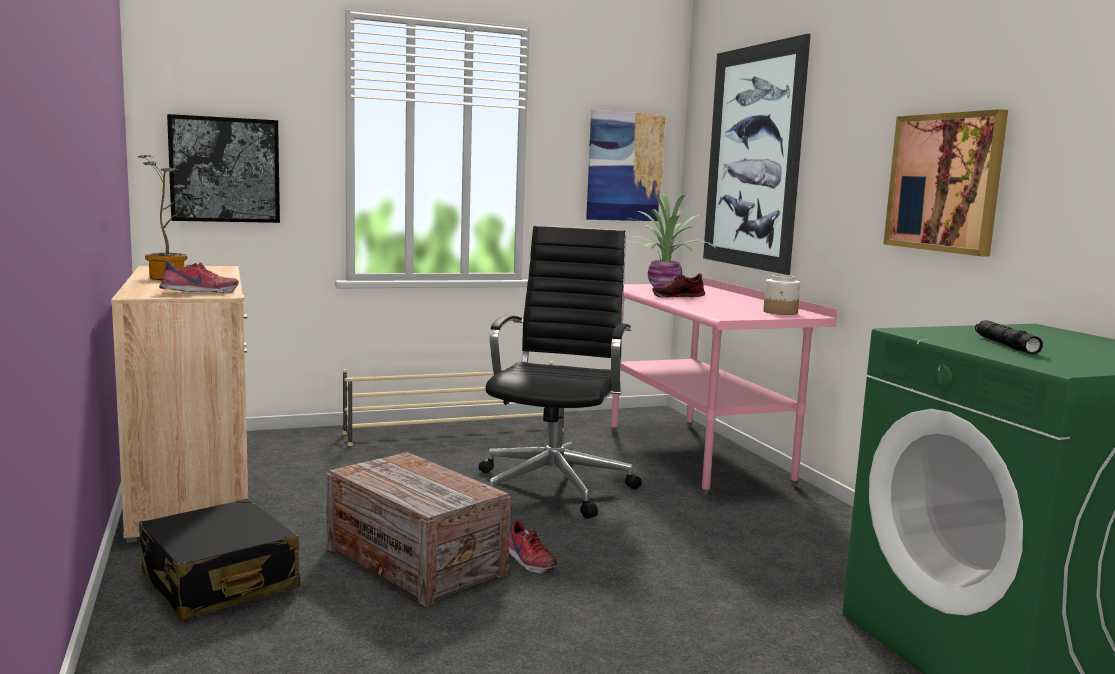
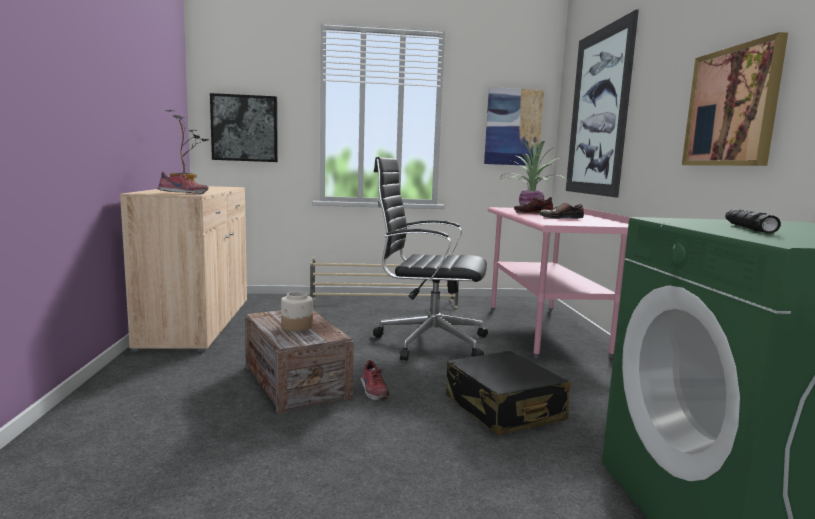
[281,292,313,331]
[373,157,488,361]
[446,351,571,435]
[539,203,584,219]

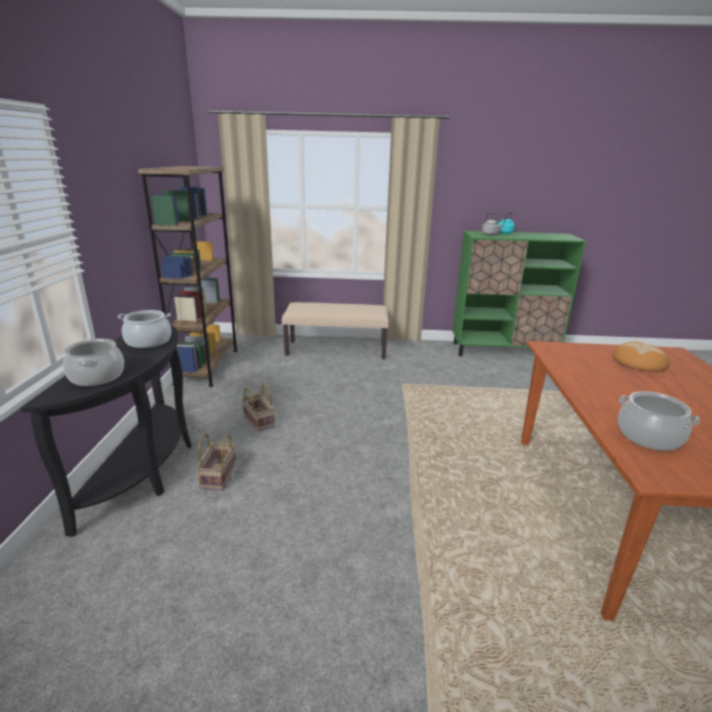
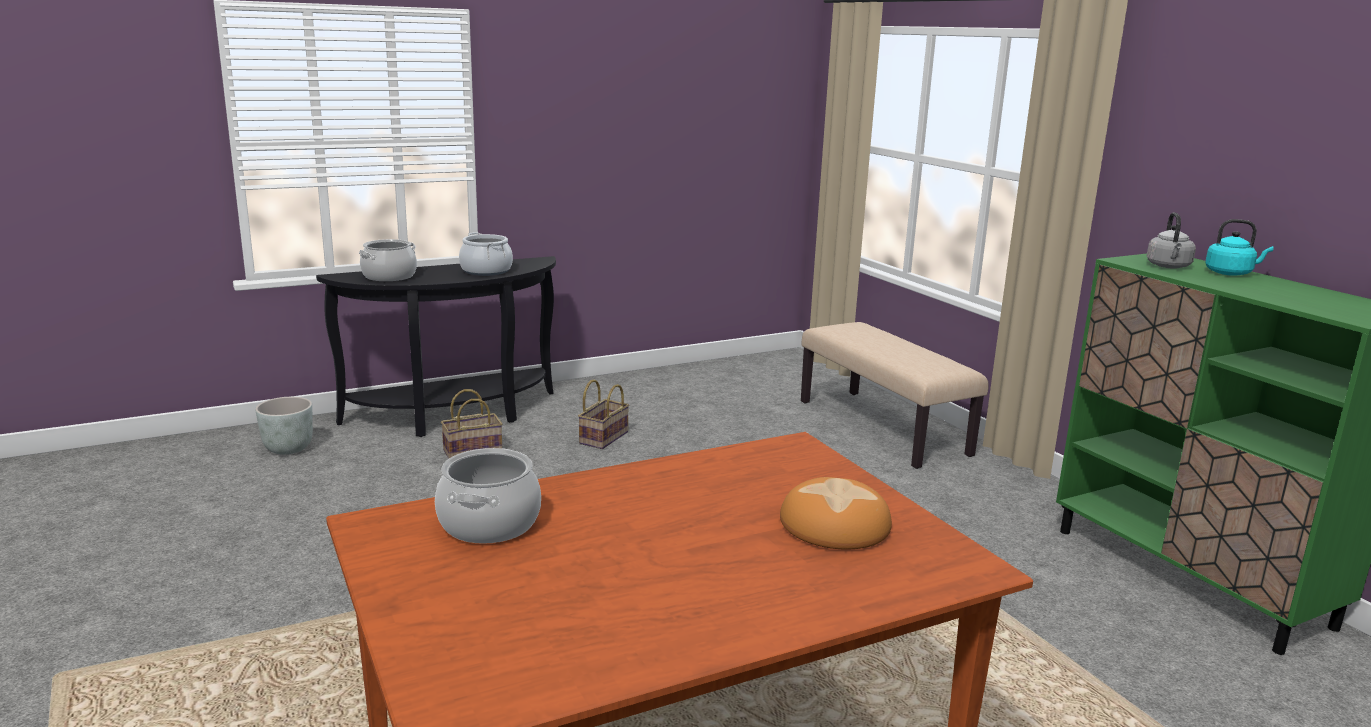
[255,397,313,455]
[138,166,238,387] (first image)

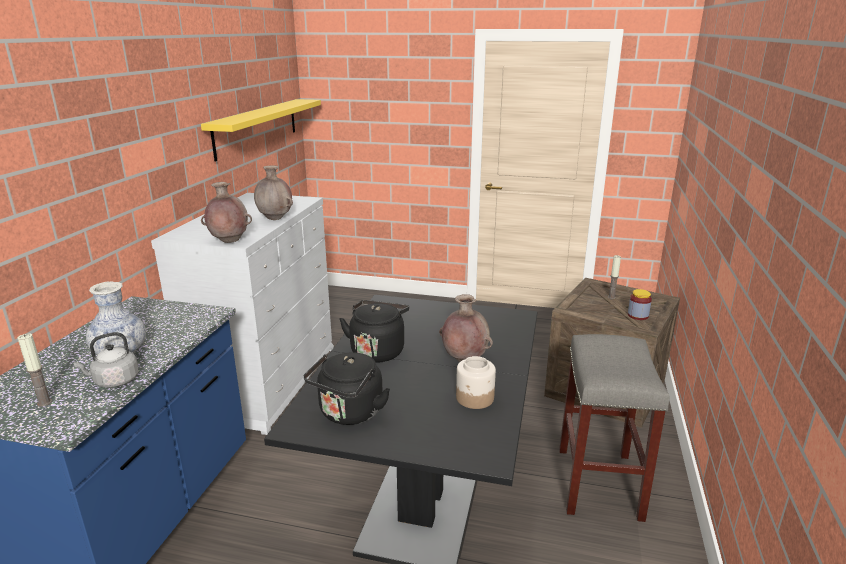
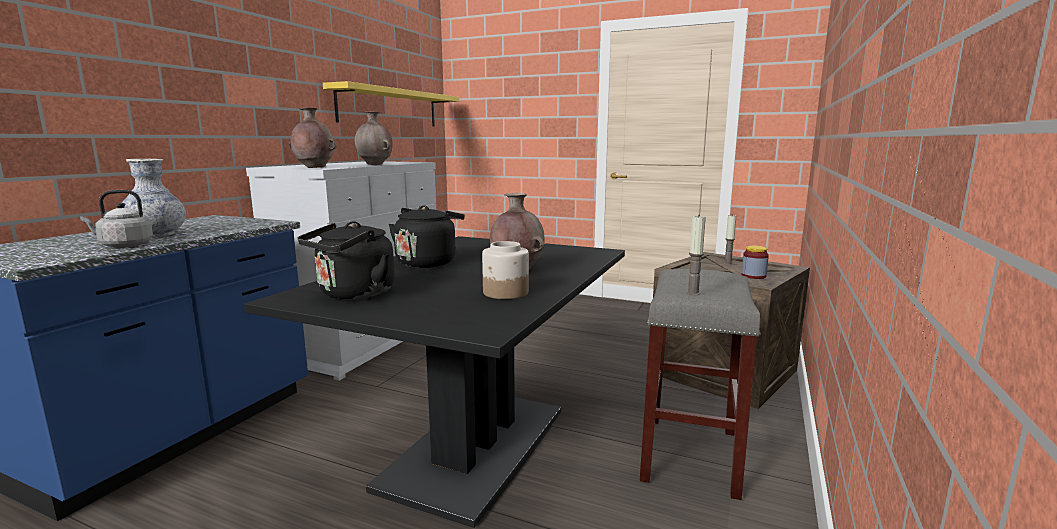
[686,214,706,295]

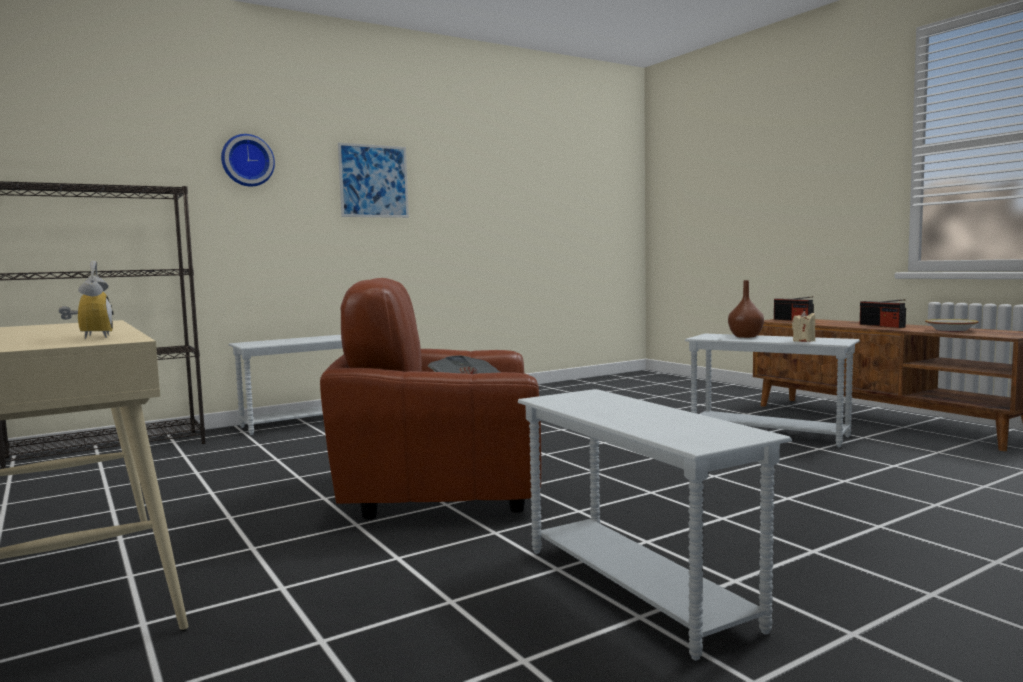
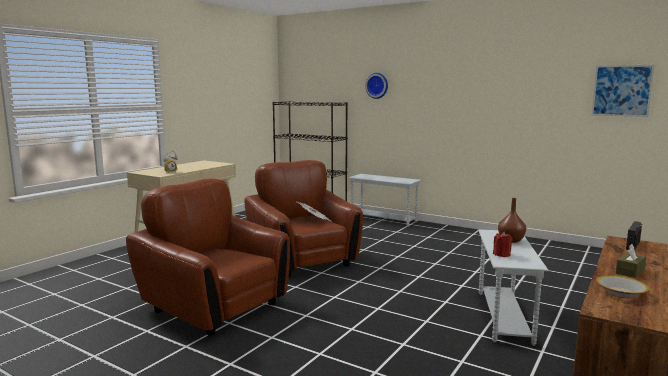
[126,179,290,336]
[493,232,512,257]
[591,65,655,117]
[616,244,646,278]

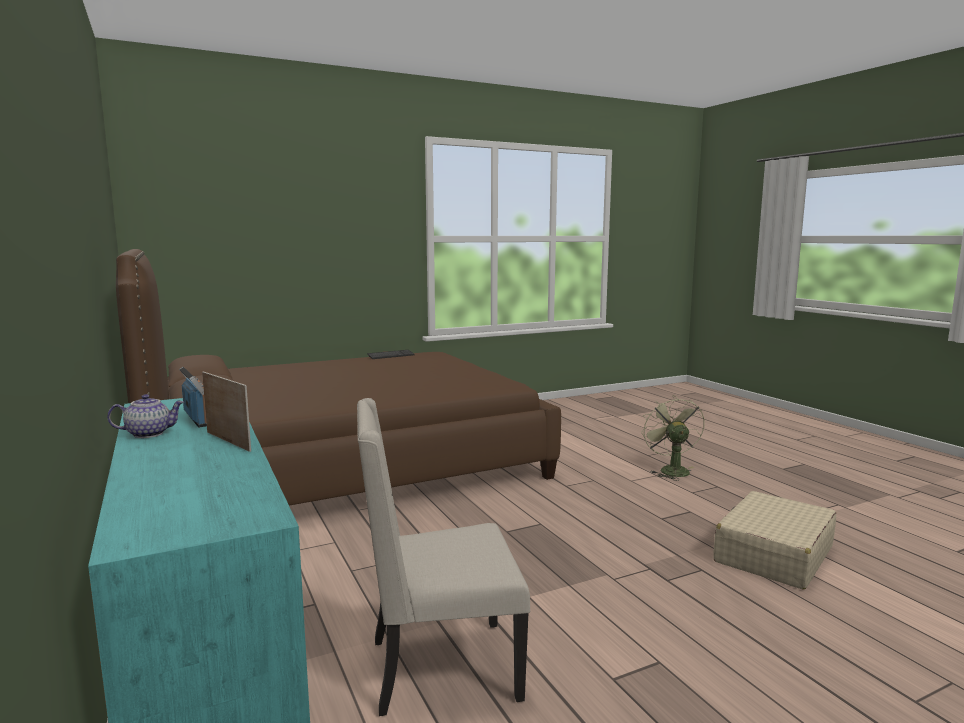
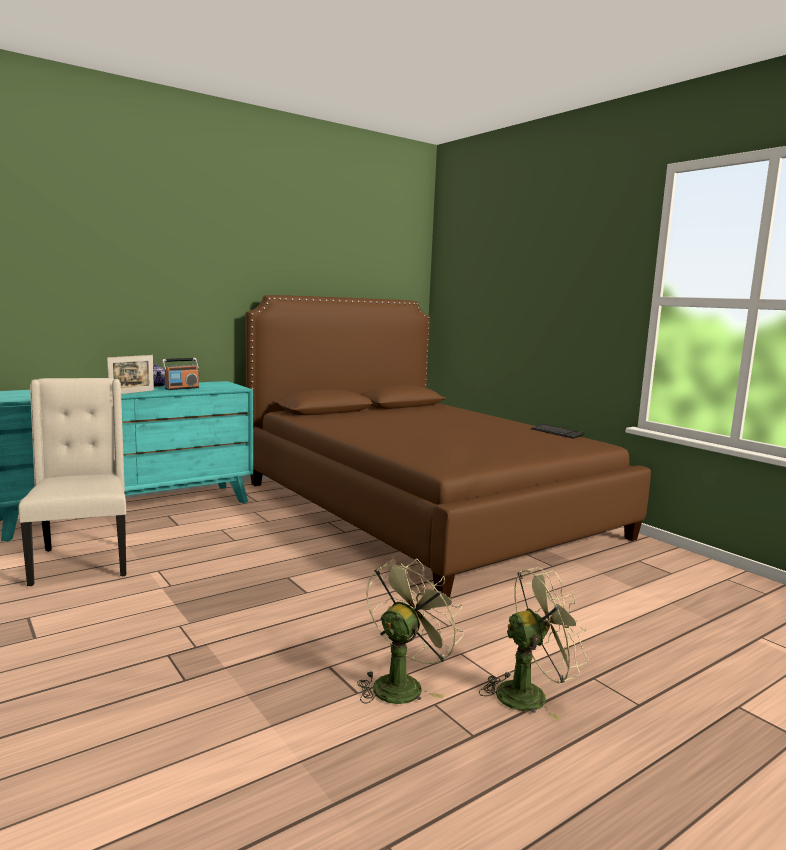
[357,558,464,704]
[714,491,836,589] (first image)

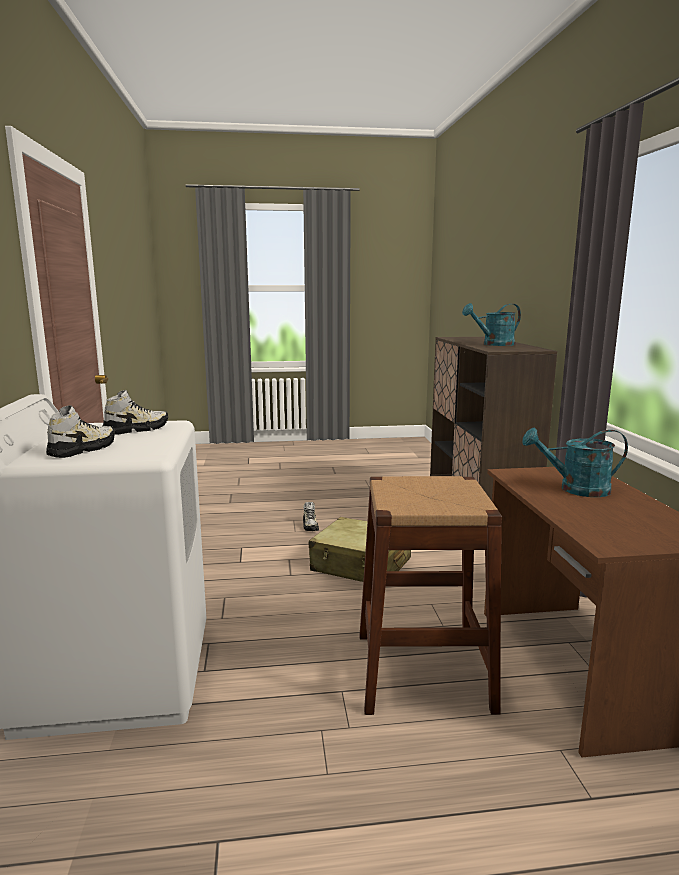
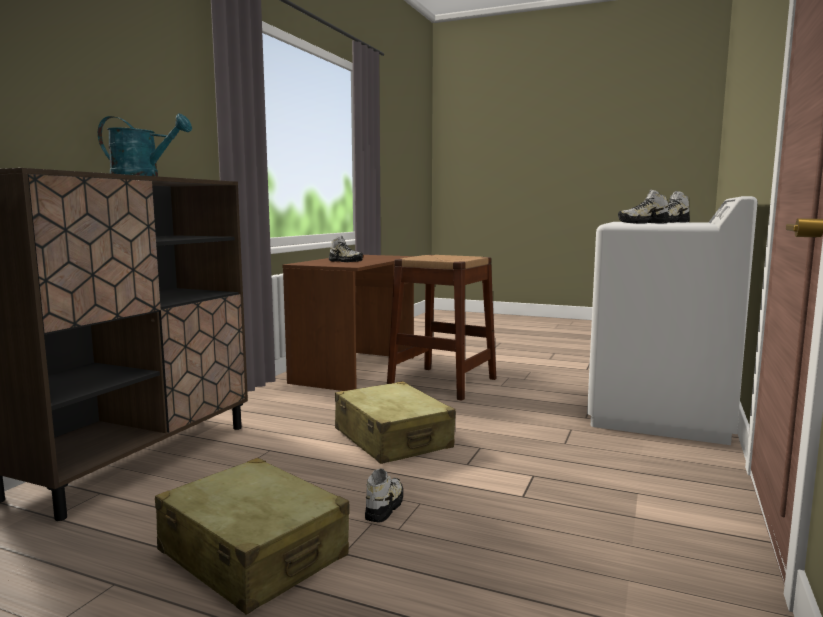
[155,458,350,615]
[329,236,363,262]

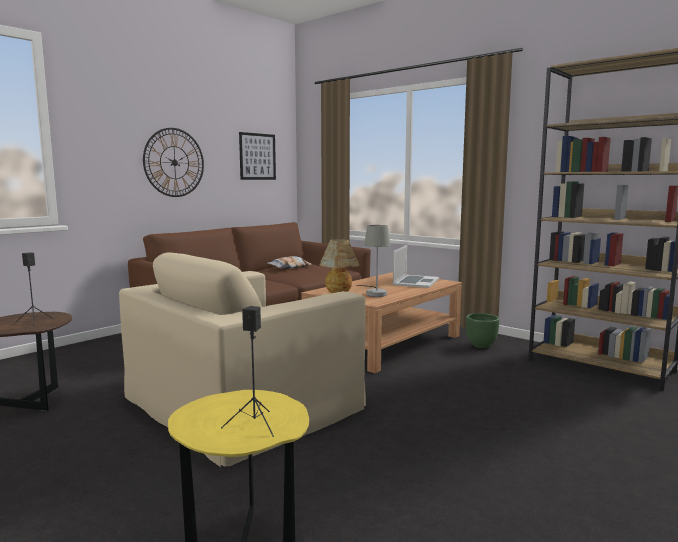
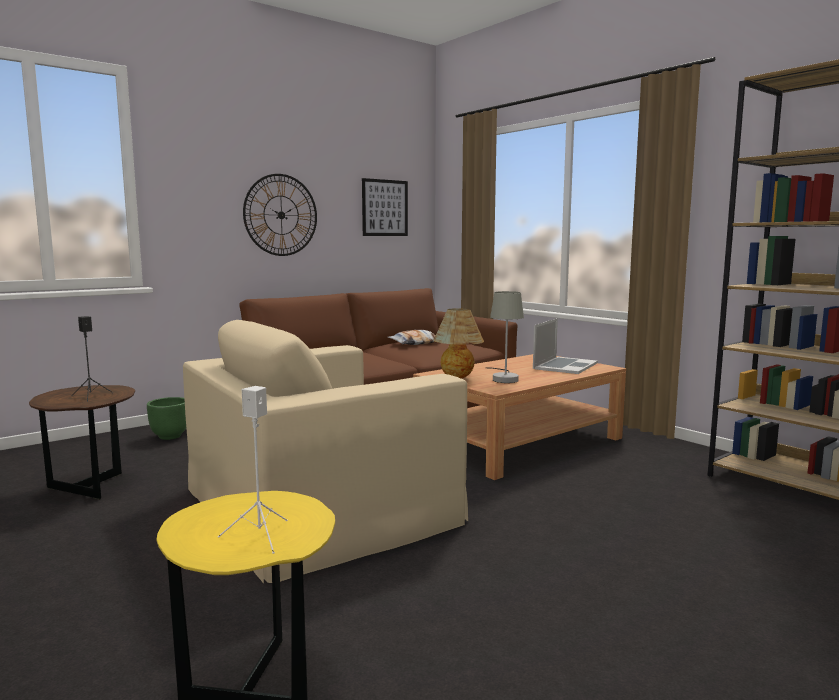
[147,397,186,440]
[218,386,288,554]

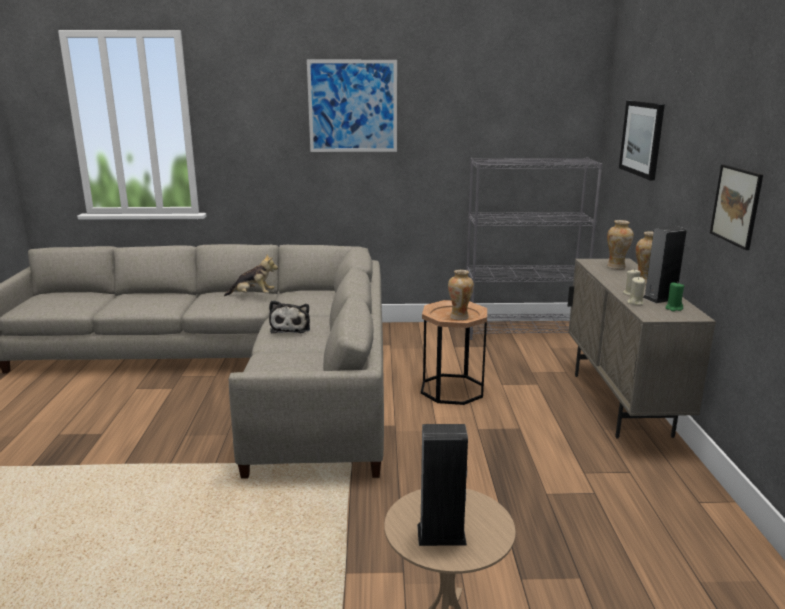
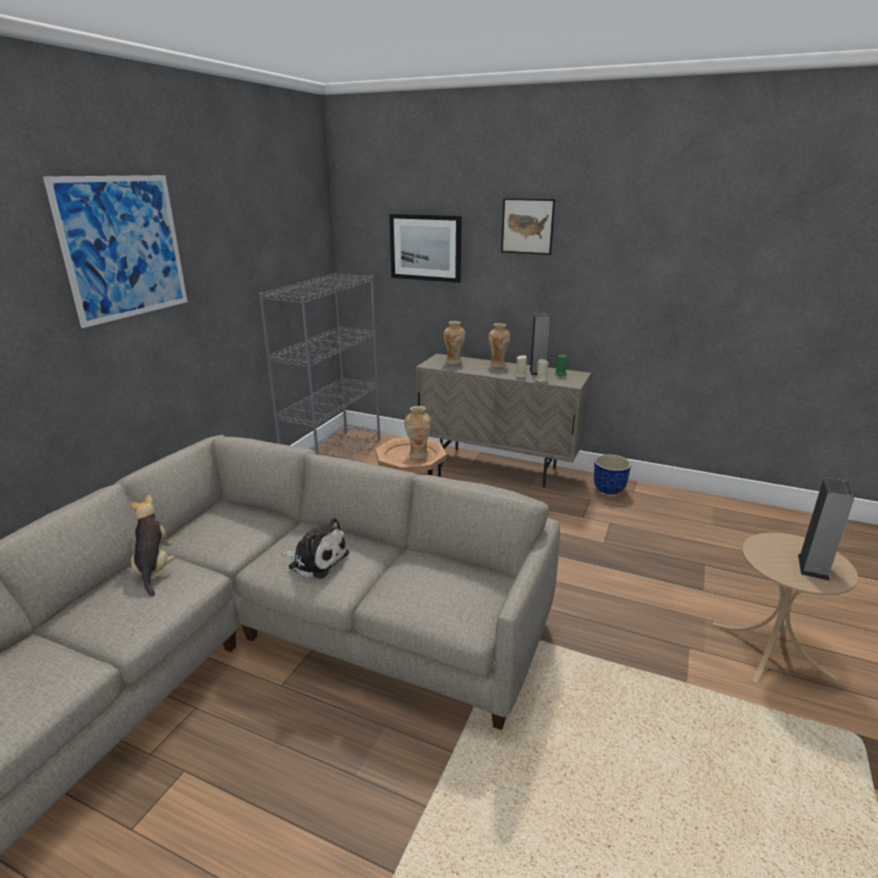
[130,495,175,597]
[501,198,555,255]
[594,454,631,494]

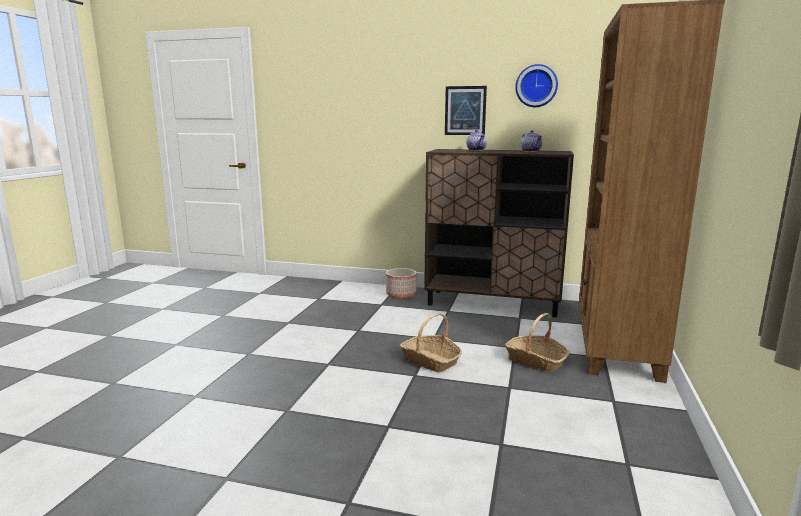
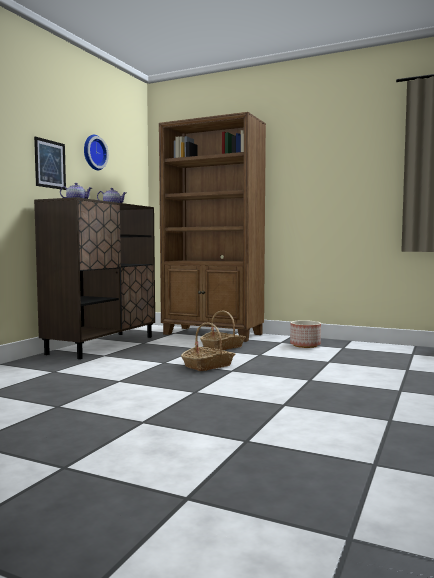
[290,320,321,348]

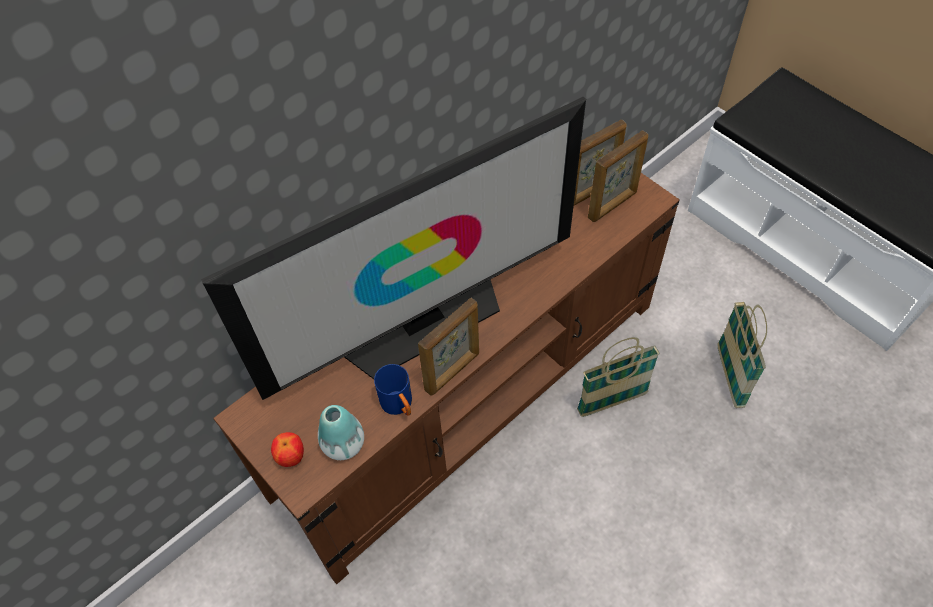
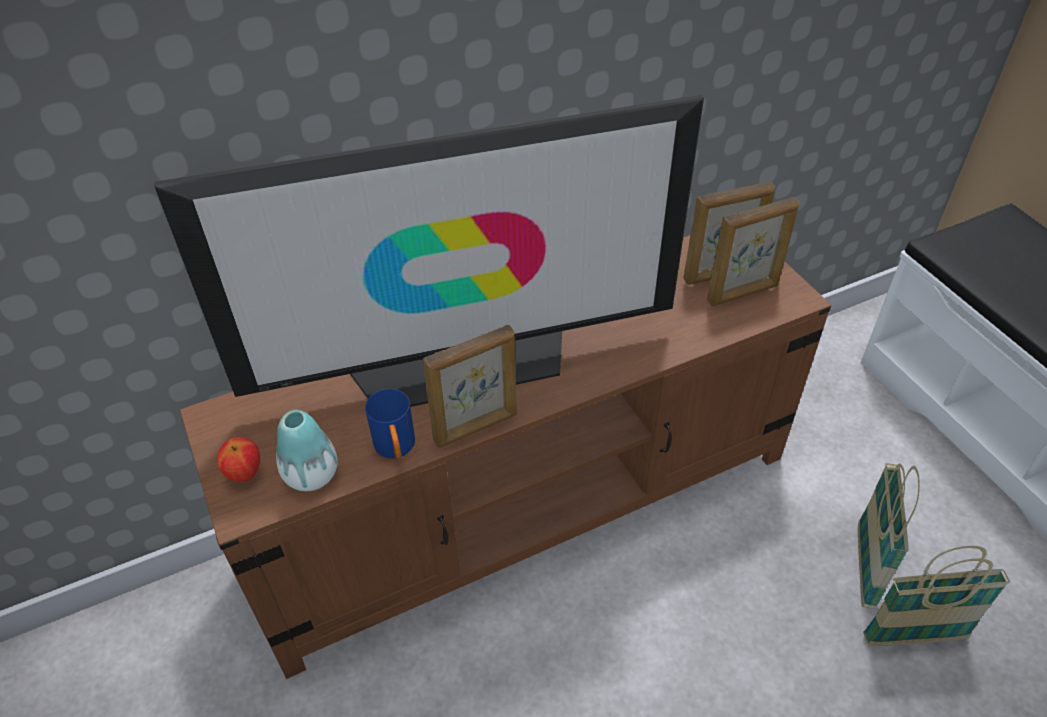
[863,546,1010,646]

